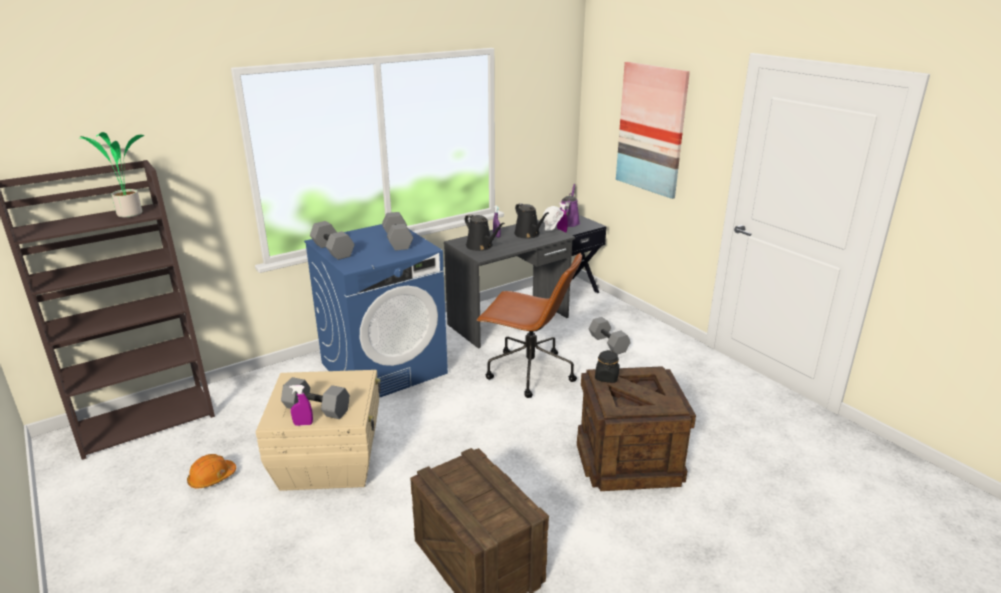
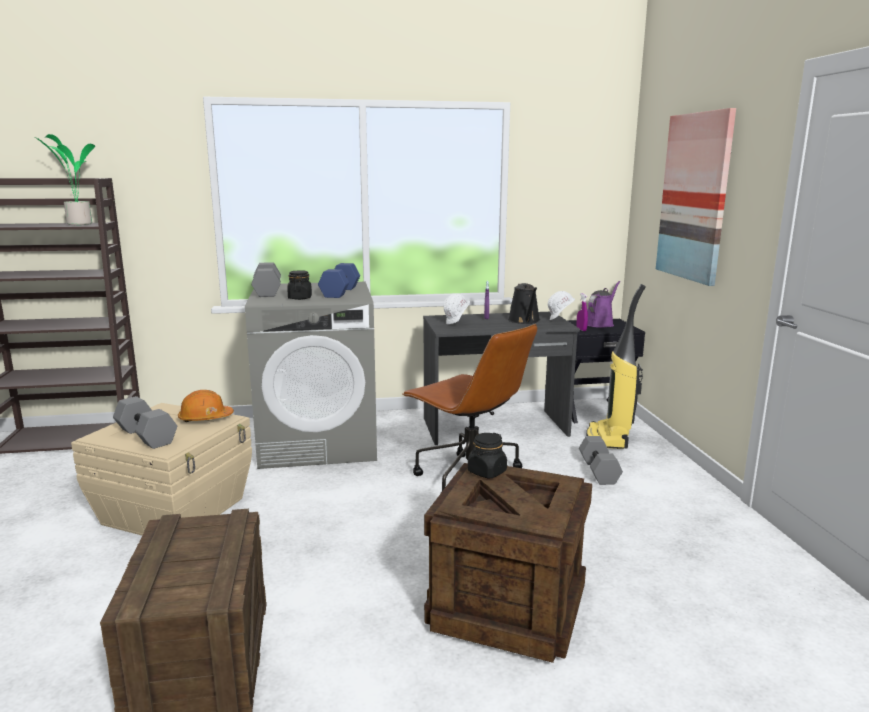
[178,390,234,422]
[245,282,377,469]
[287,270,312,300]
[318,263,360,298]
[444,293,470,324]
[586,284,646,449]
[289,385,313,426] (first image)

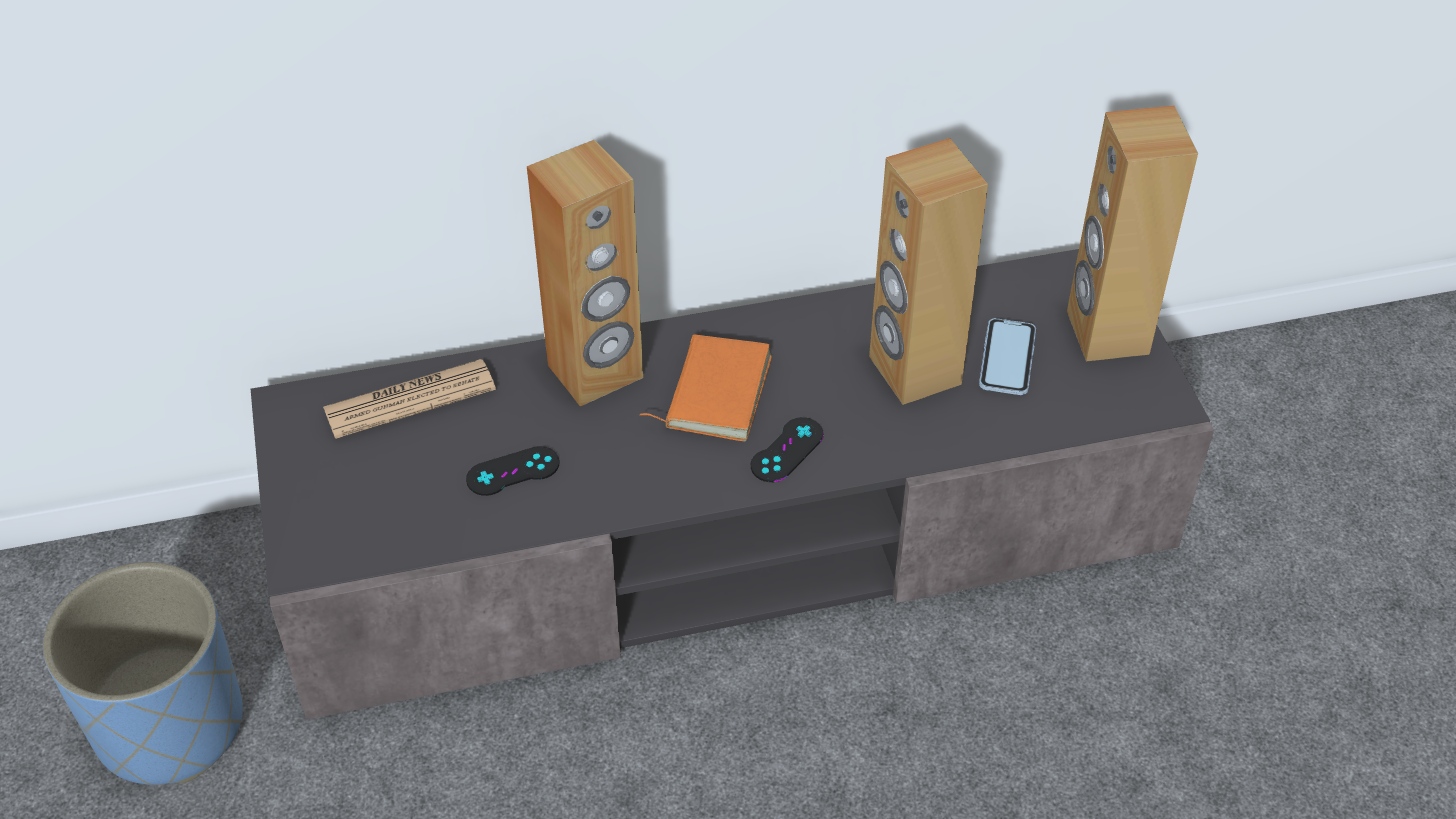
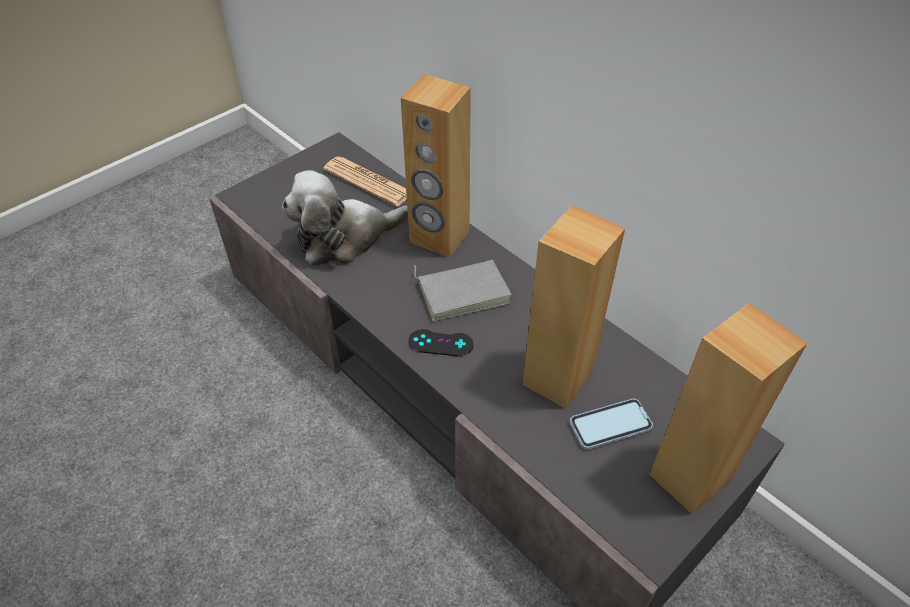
[282,170,408,265]
[414,260,512,321]
[43,562,243,785] (first image)

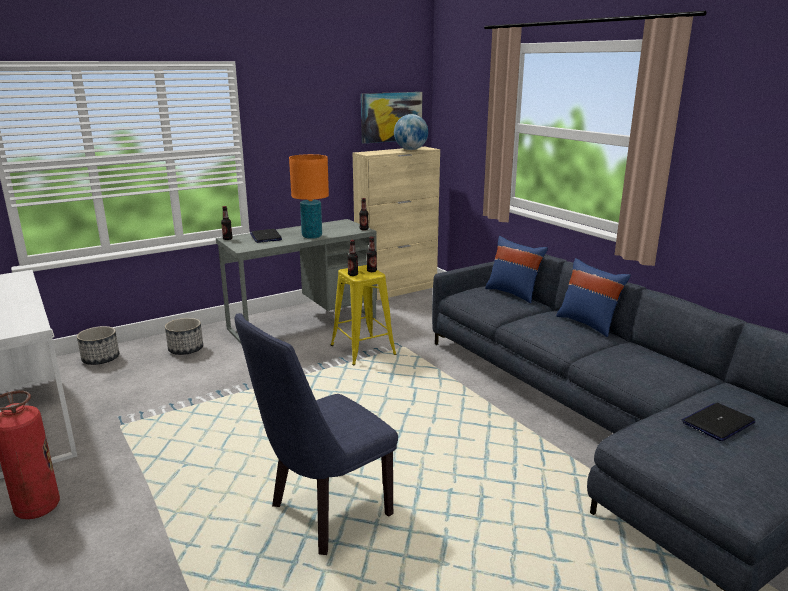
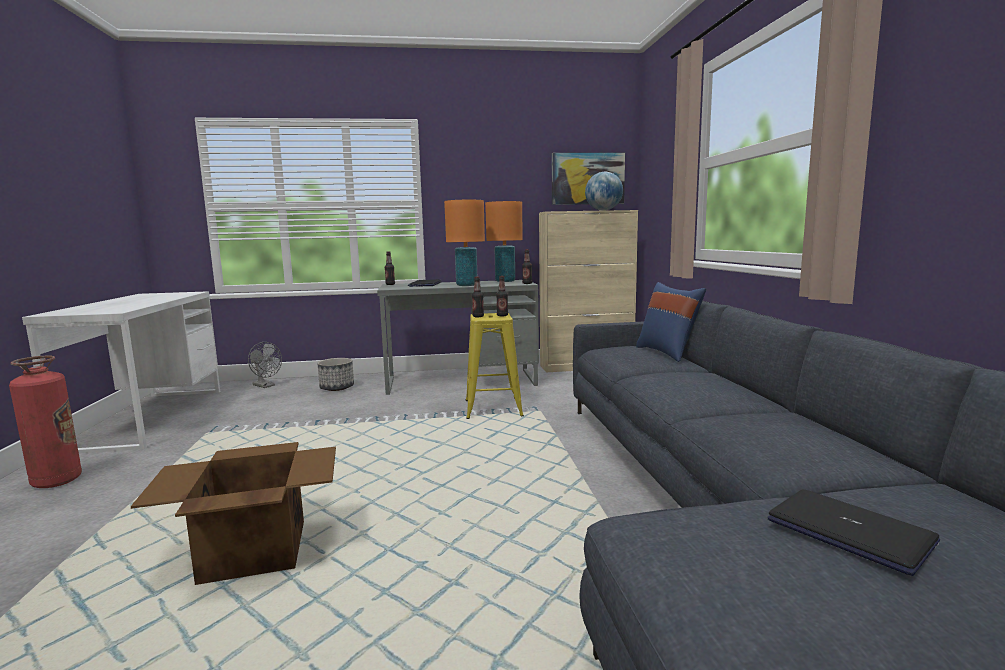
[131,442,336,585]
[248,342,282,388]
[485,201,523,282]
[768,489,940,576]
[556,258,631,337] (first image)

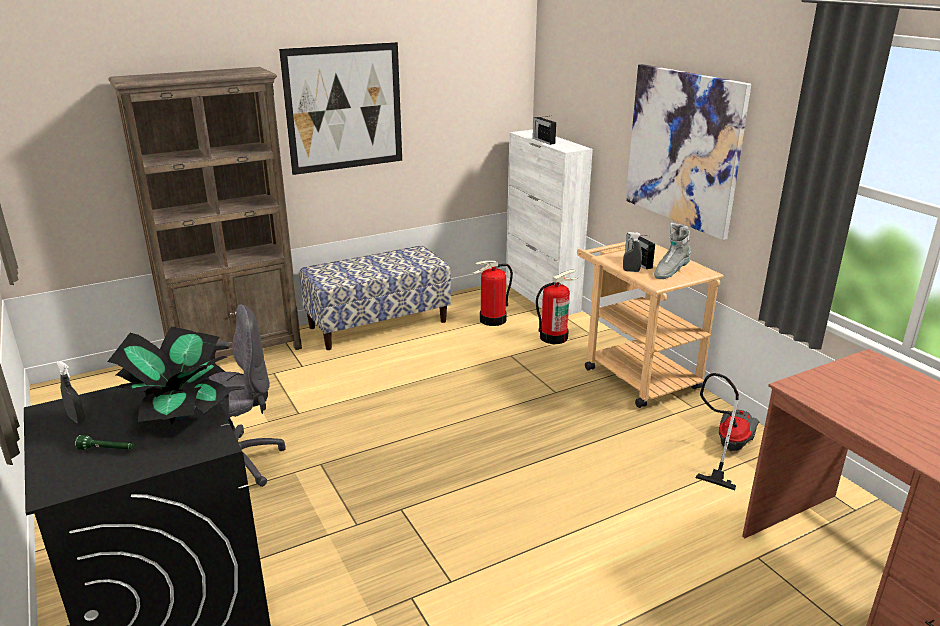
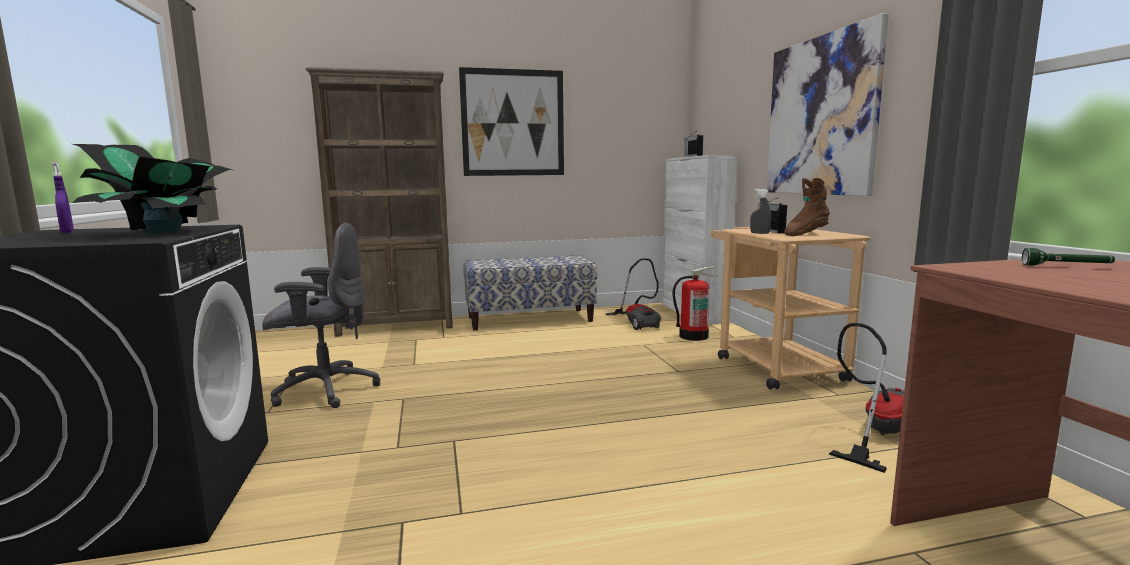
[52,161,74,233]
[605,258,661,330]
[784,178,830,236]
[1022,248,1115,265]

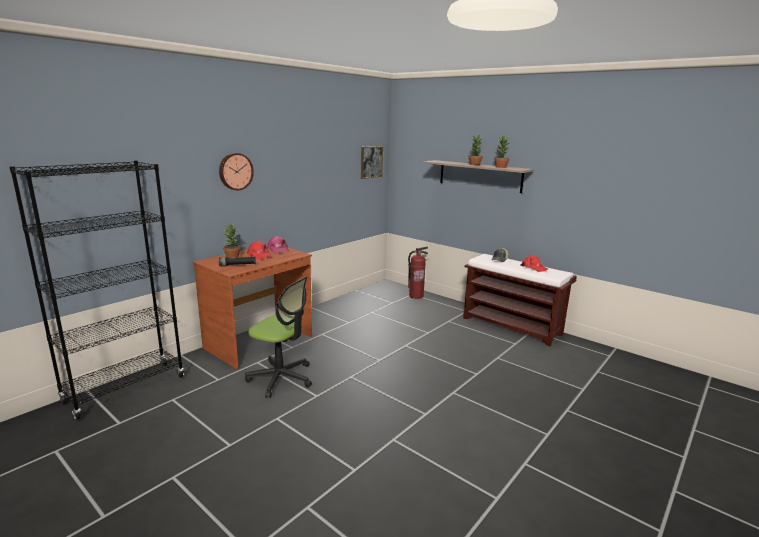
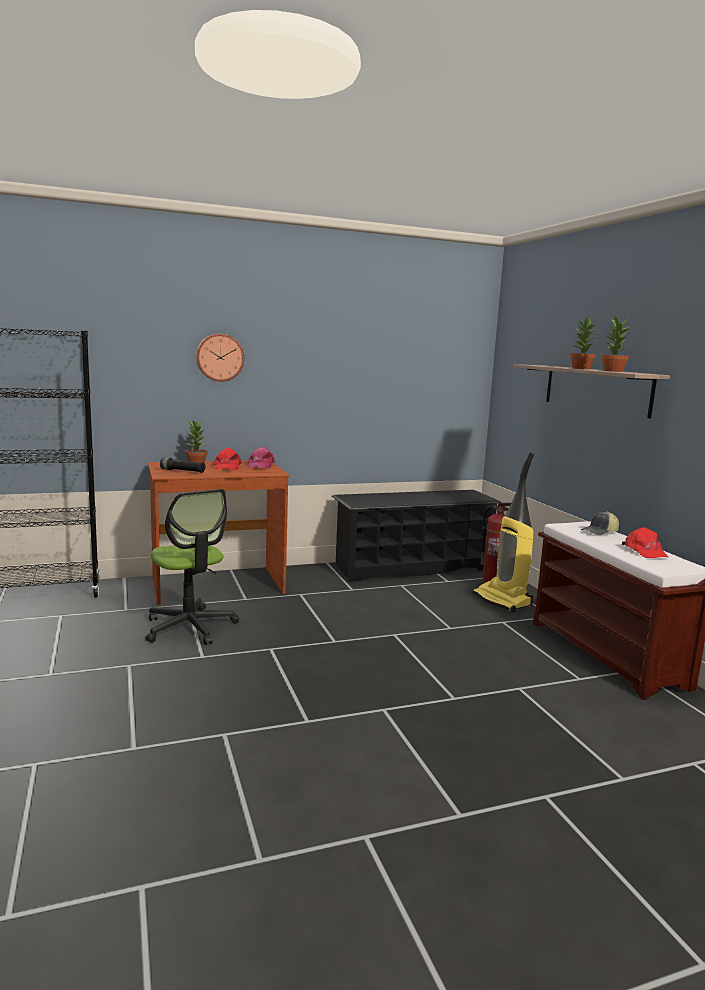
[332,490,501,582]
[473,452,534,612]
[361,146,383,179] (first image)

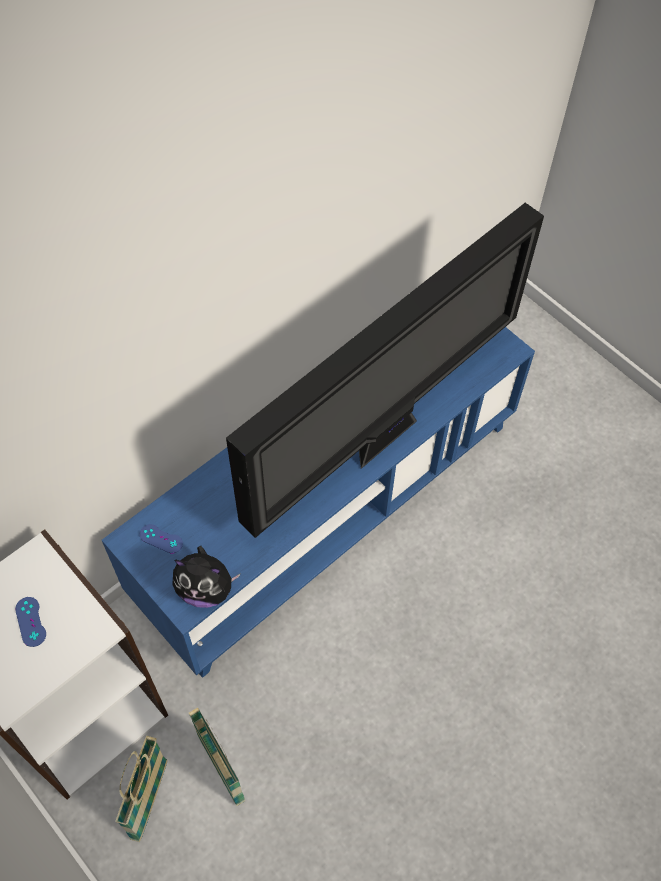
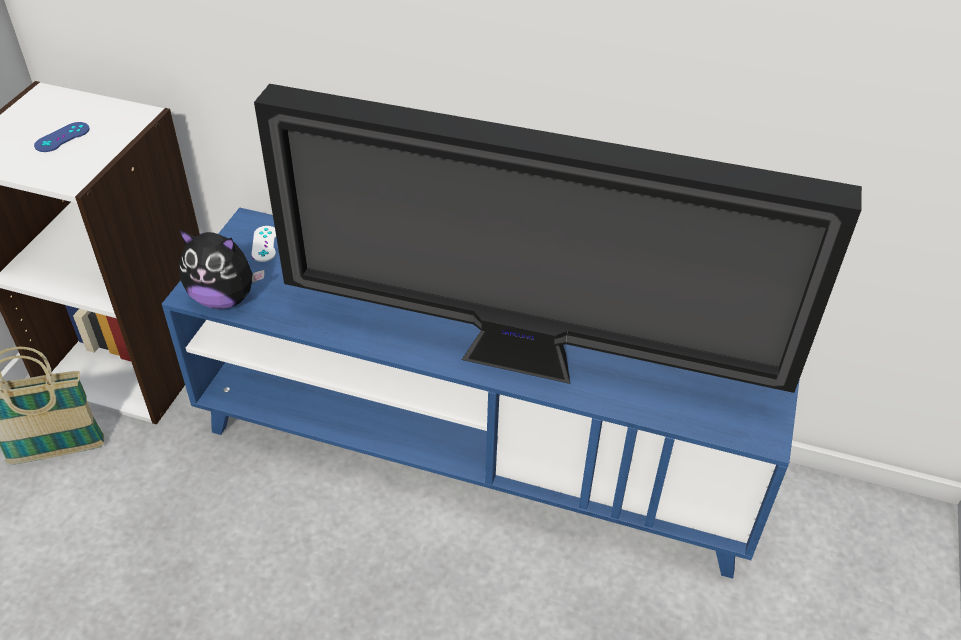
[179,230,265,309]
[251,226,276,262]
[189,708,245,806] (first image)

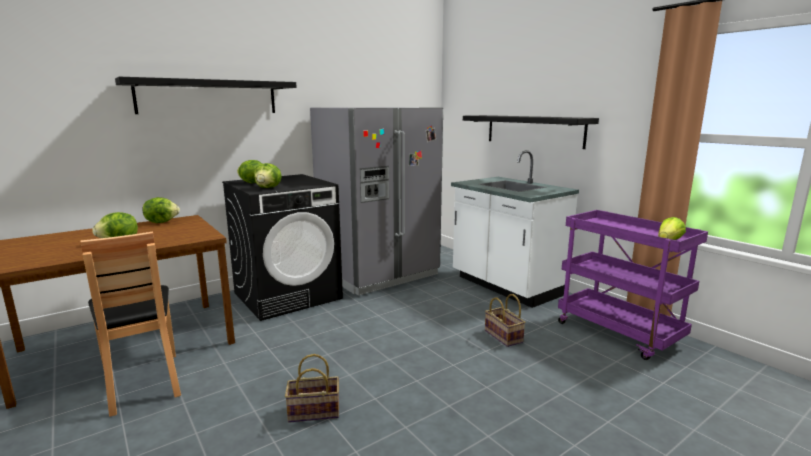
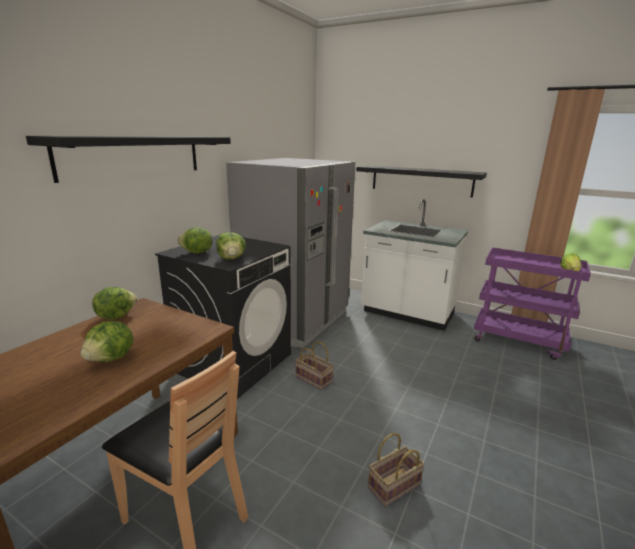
[295,341,334,390]

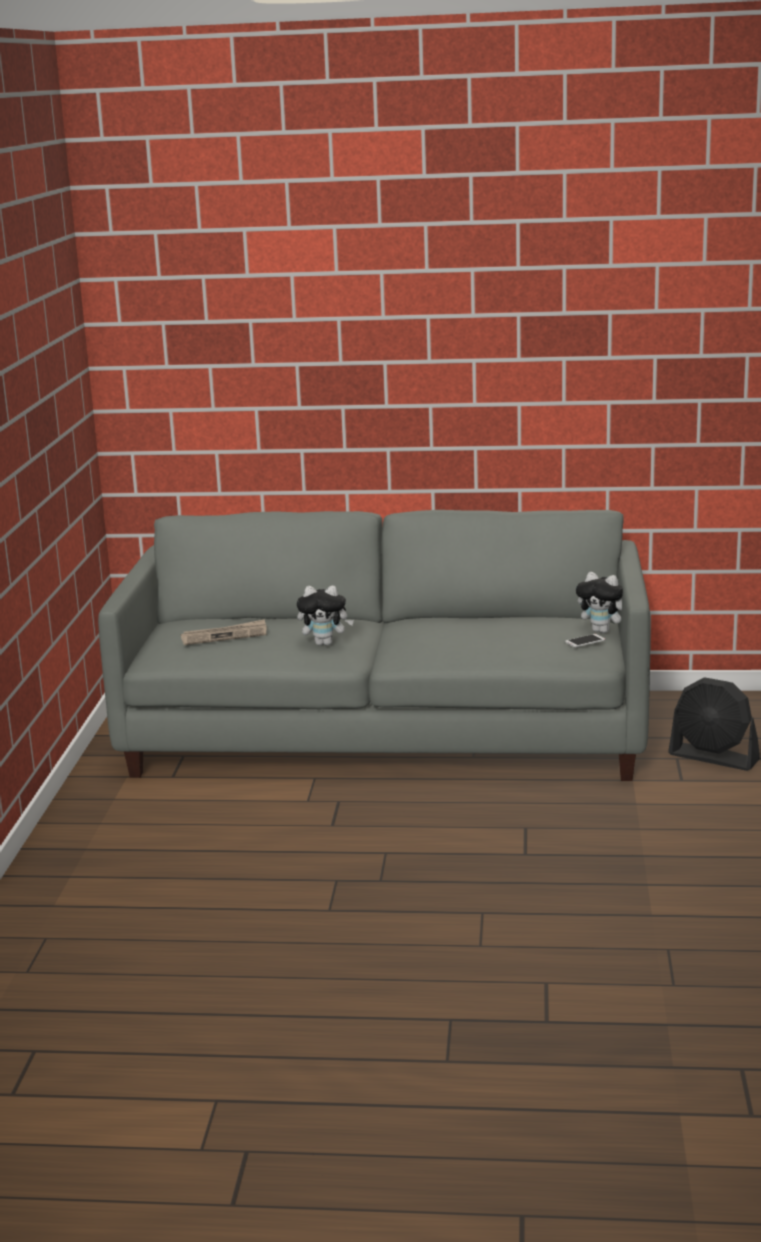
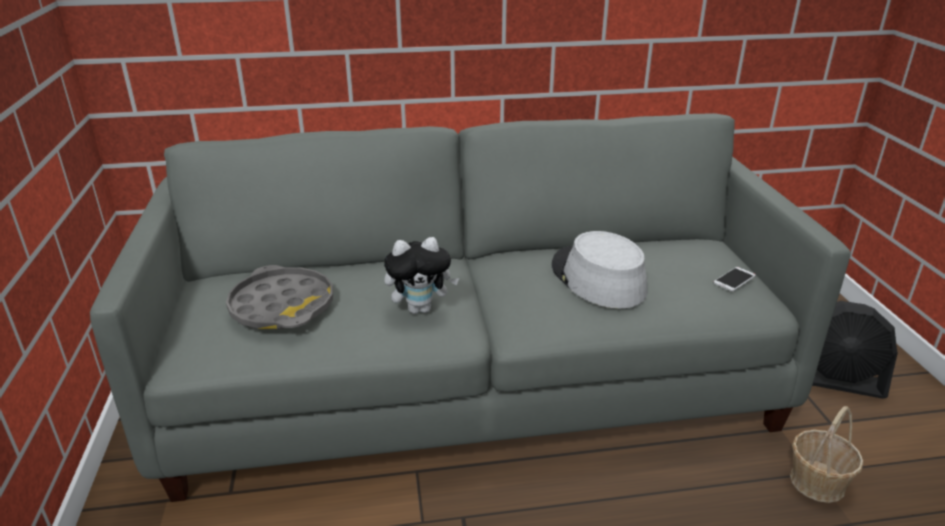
[226,265,333,329]
[552,231,647,308]
[790,406,863,503]
[576,572,623,633] (first image)

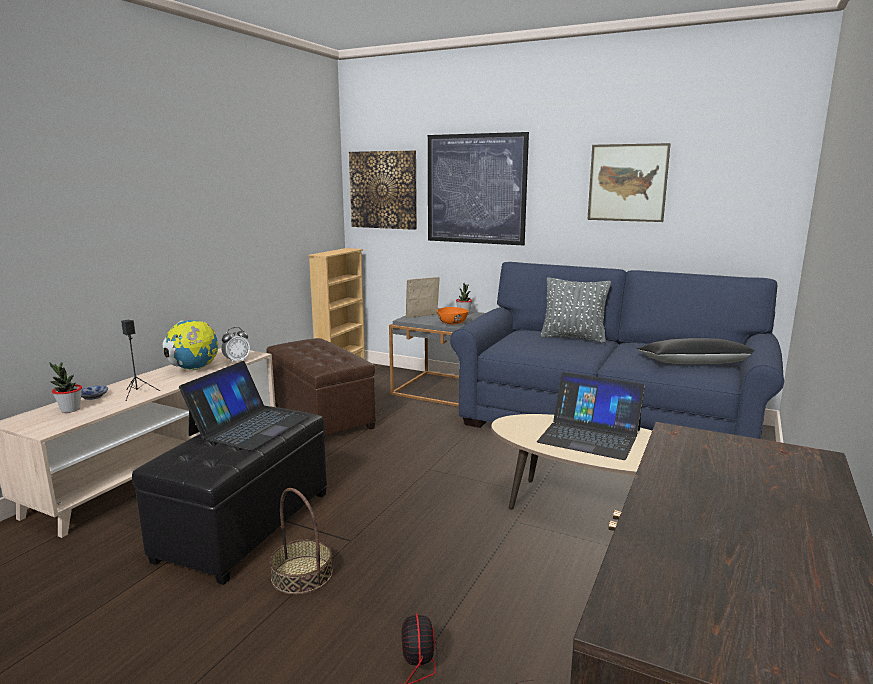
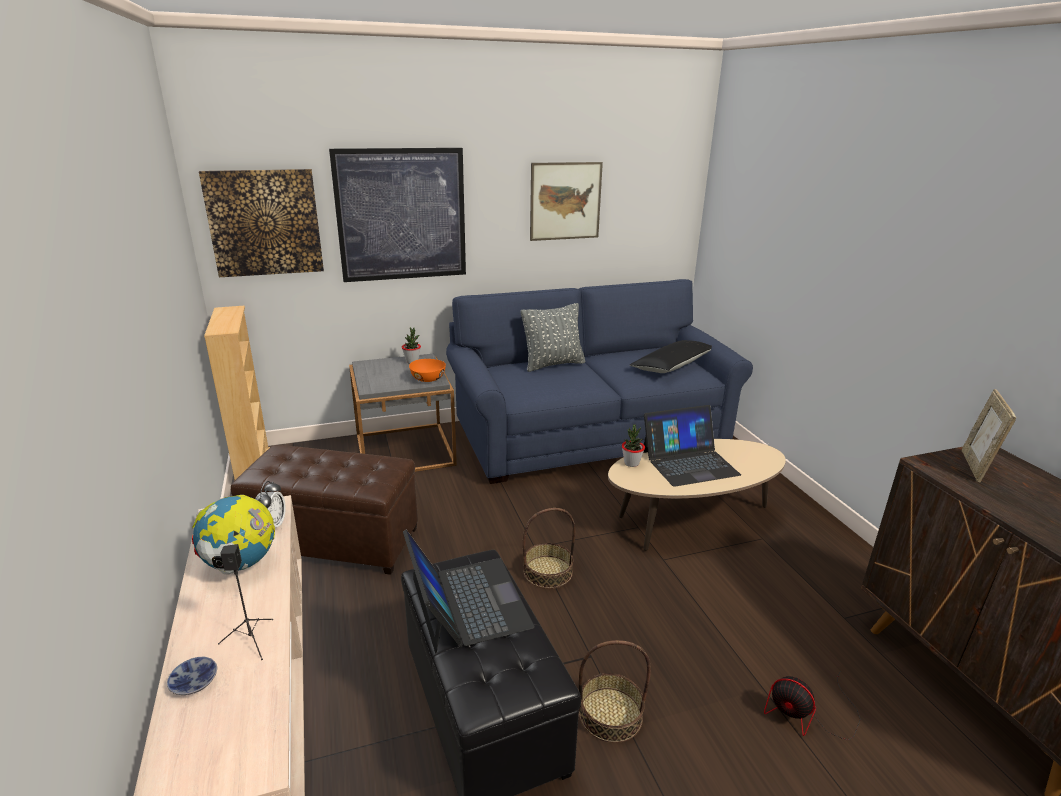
[523,508,575,589]
[622,424,645,467]
[962,389,1016,482]

